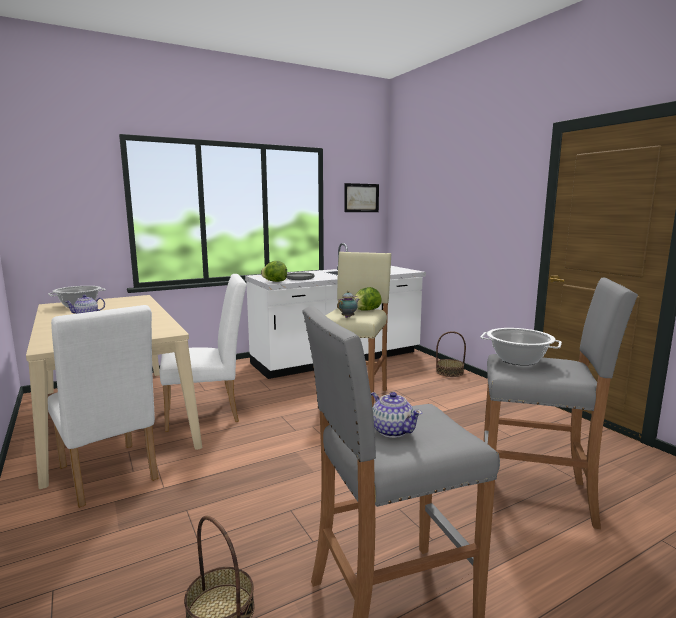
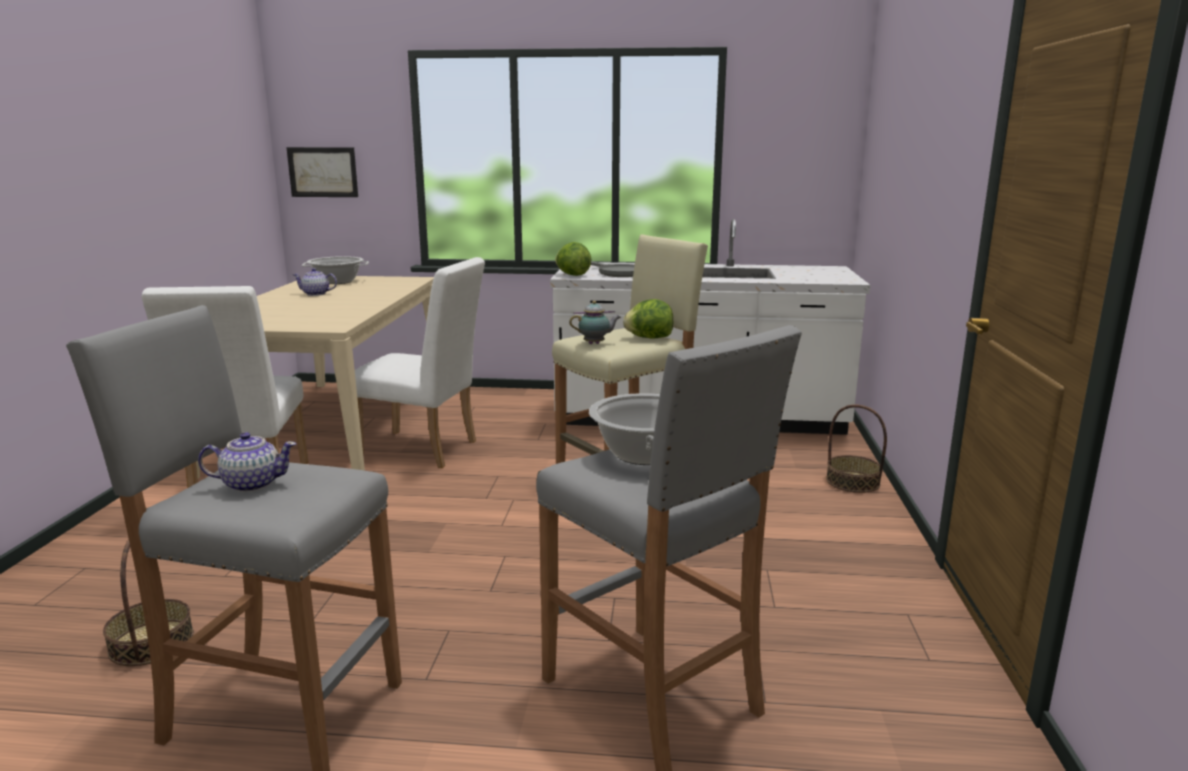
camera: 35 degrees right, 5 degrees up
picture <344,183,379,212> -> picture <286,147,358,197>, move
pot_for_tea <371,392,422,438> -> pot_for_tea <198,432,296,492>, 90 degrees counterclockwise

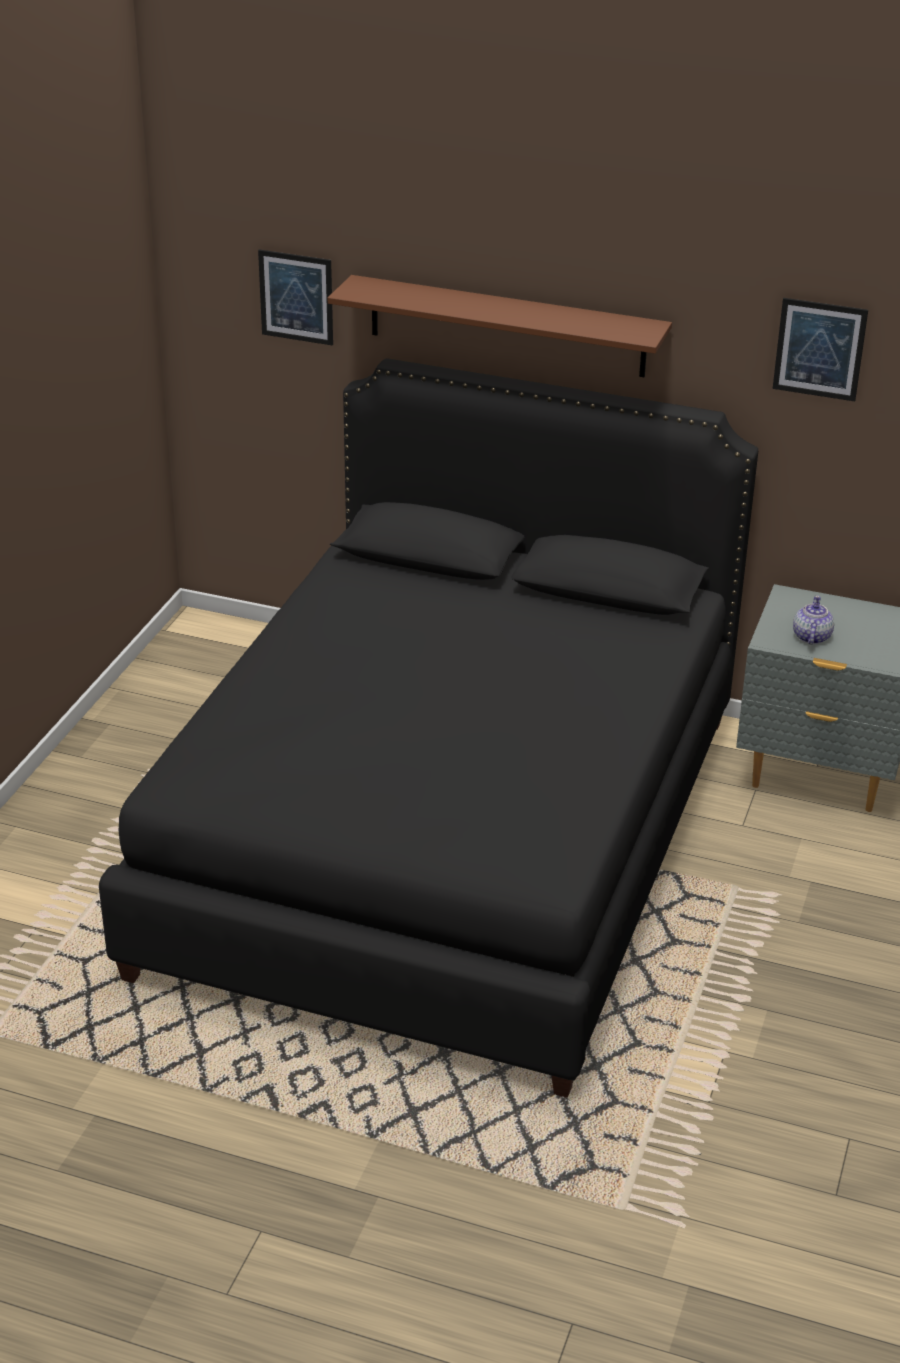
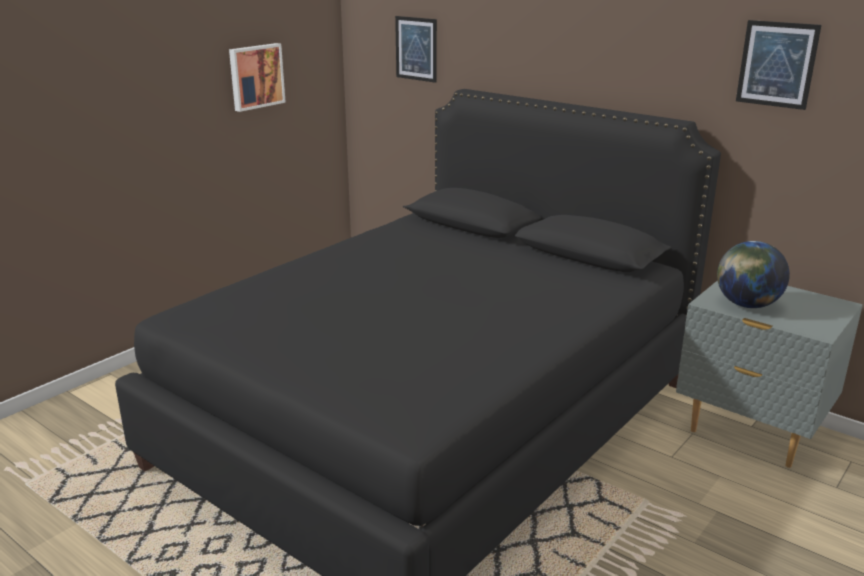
camera: 20 degrees right, 10 degrees down
brown_shelf <328,275,672,377> -> none
none -> picture <229,43,286,112>
pot_for_tea <793,595,834,645> -> desk_globe <717,241,790,308>

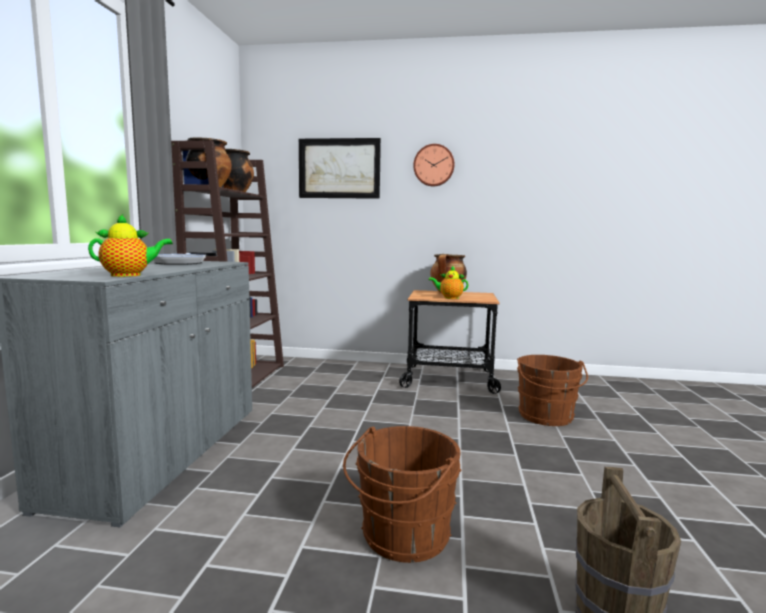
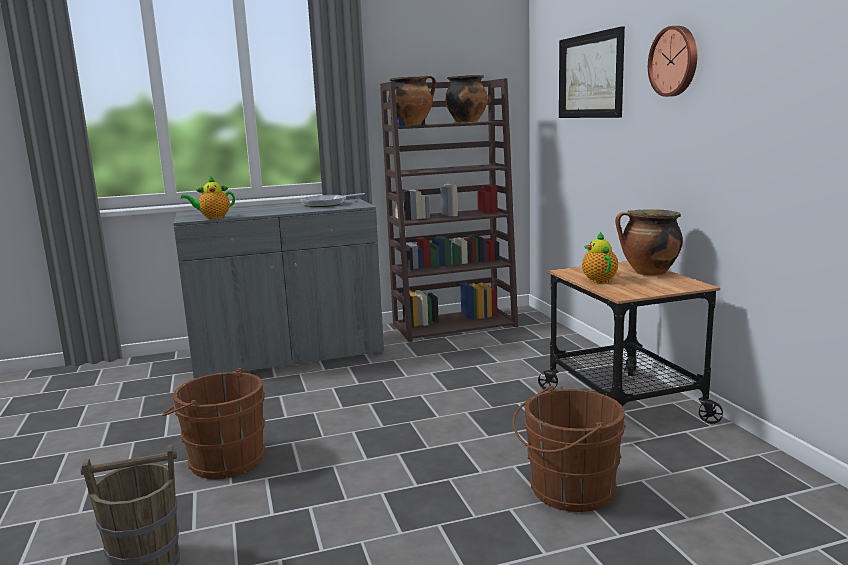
camera: 65 degrees right, 5 degrees up
pot_for_tea <88,213,173,277> -> pot_for_tea <181,176,235,219>, 120 degrees clockwise

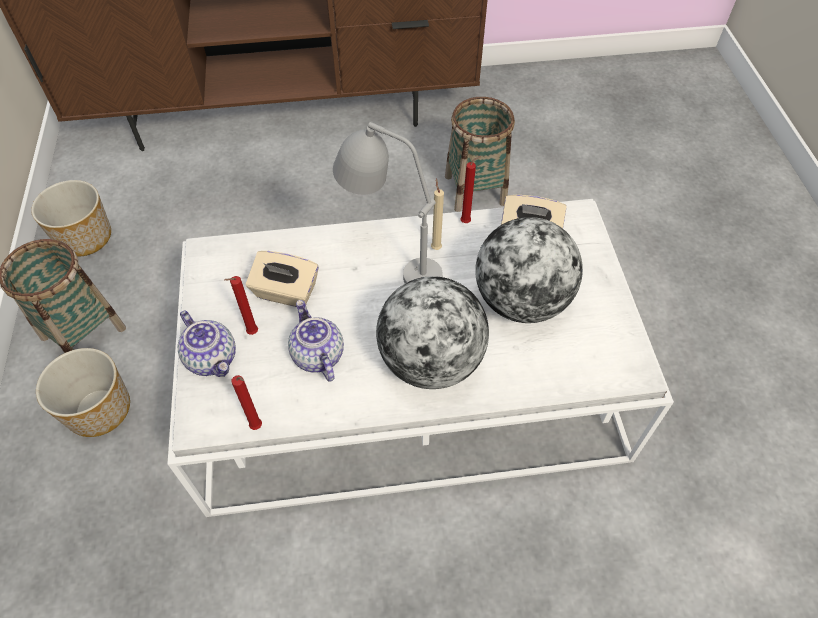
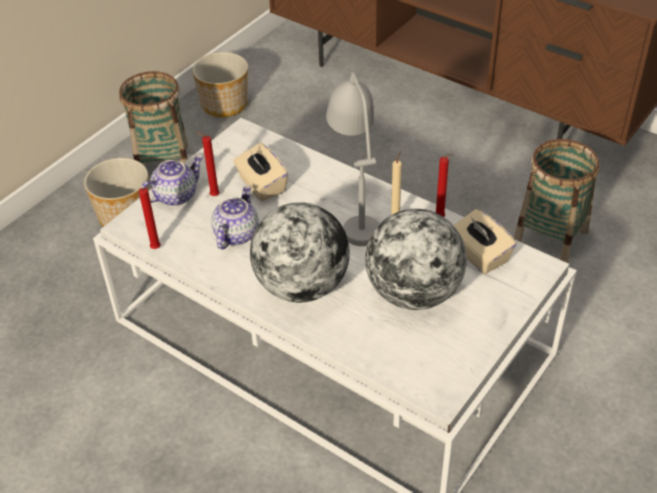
camera: 45 degrees right, 10 degrees down
pot_for_tea <178,310,236,377> -> pot_for_tea <141,155,203,206>, 135 degrees counterclockwise

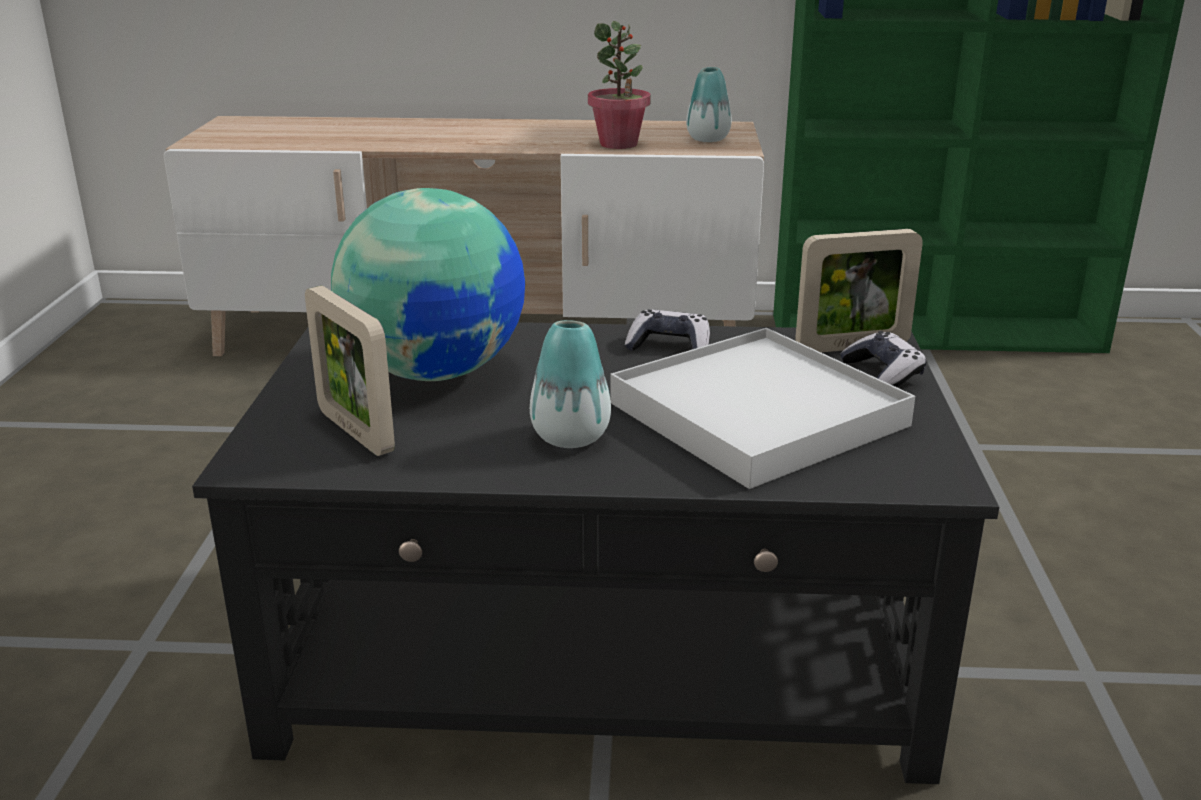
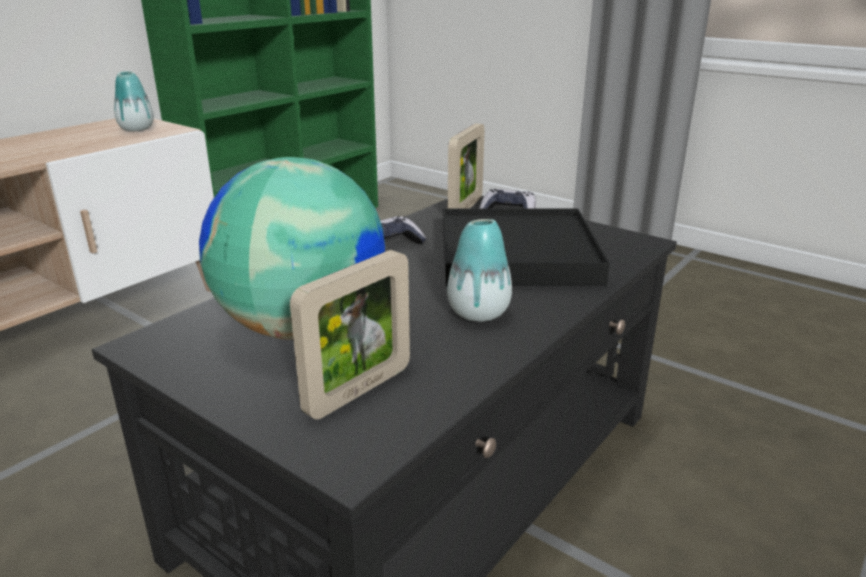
camera: 55 degrees left, 0 degrees up
houseplant <588,21,651,149> -> none
whitish_serving_tray <610,328,915,489> -> black-coloured_serving_tray <443,208,610,286>
picture_frame <305,286,395,456> -> picture_frame <290,250,410,419>, 45 degrees counterclockwise

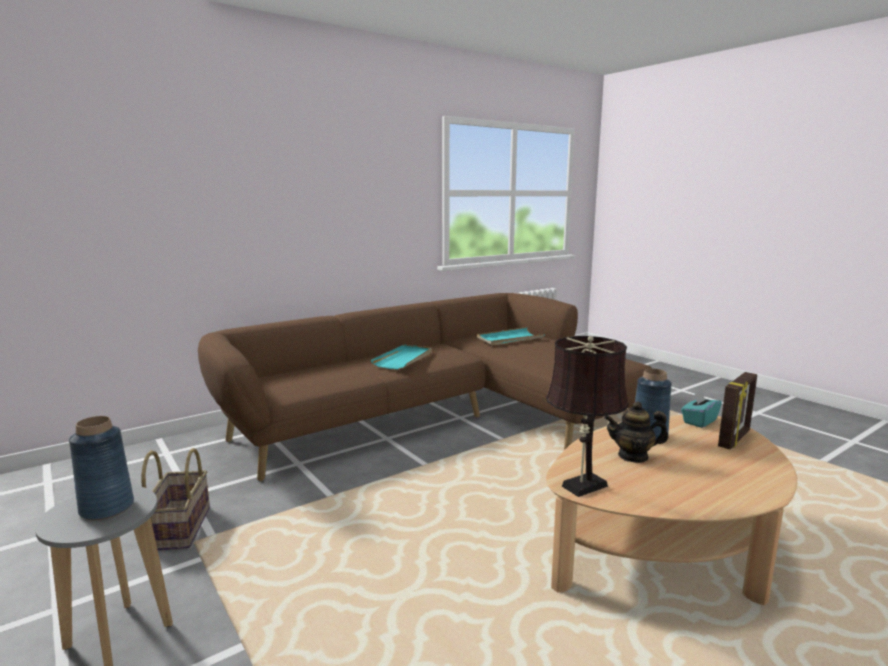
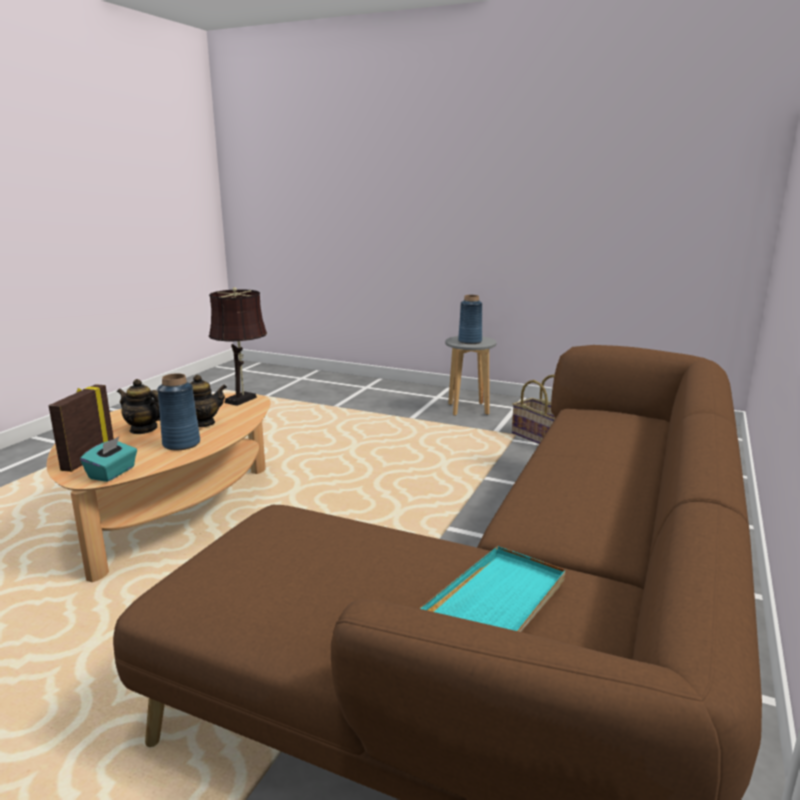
camera: 150 degrees right, 5 degrees up
turquoise_serving_tray <371,345,432,369> -> none
none -> pot_for_tea <117,379,160,434>

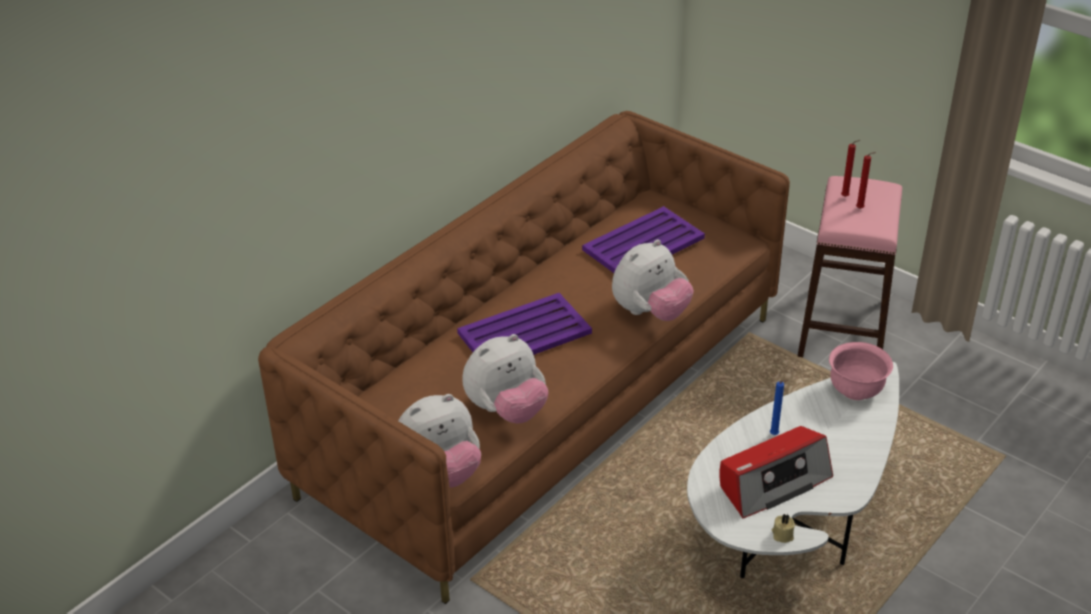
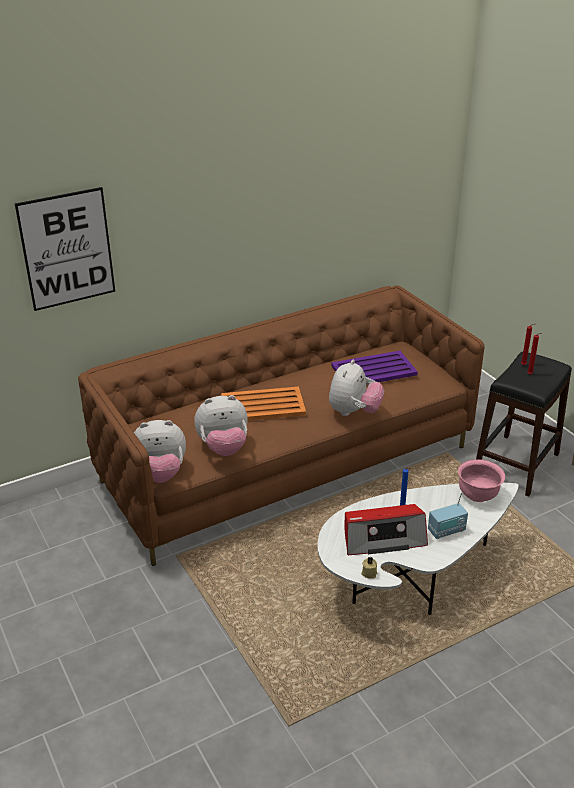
camera: 20 degrees right, 5 degrees down
none -> picture <15,187,115,311>
none -> radio <428,492,468,539>
purplish_serving_tray <457,293,592,355> -> orangey_serving_tray <221,386,306,421>
pink_sitting_stool <797,176,902,358> -> black-coloured_sitting_stool <476,352,572,497>
soft_toy <612,239,694,321> -> soft_toy <329,360,384,416>, 45 degrees counterclockwise

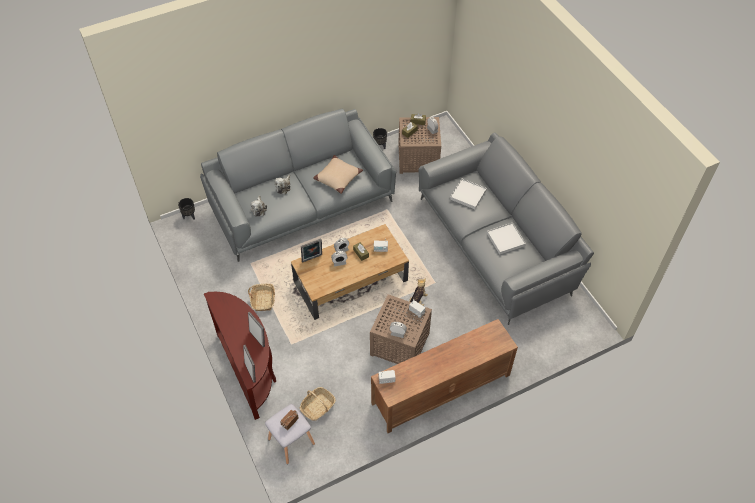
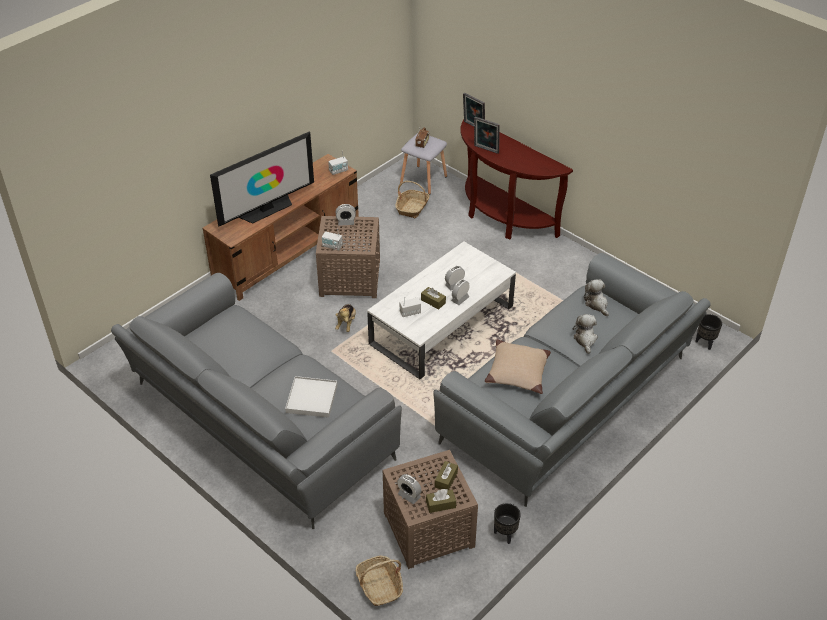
camera: 160 degrees right, 10 degrees down
picture_frame <301,239,322,263> -> none
whitish_serving_tray <487,223,526,255> -> none
none -> TV <210,131,314,226>
storage_basket <248,284,275,311> -> storage_basket <356,555,403,606>, move
brown_coffee_table <291,224,409,320> -> whitish_coffee_table <367,241,516,379>

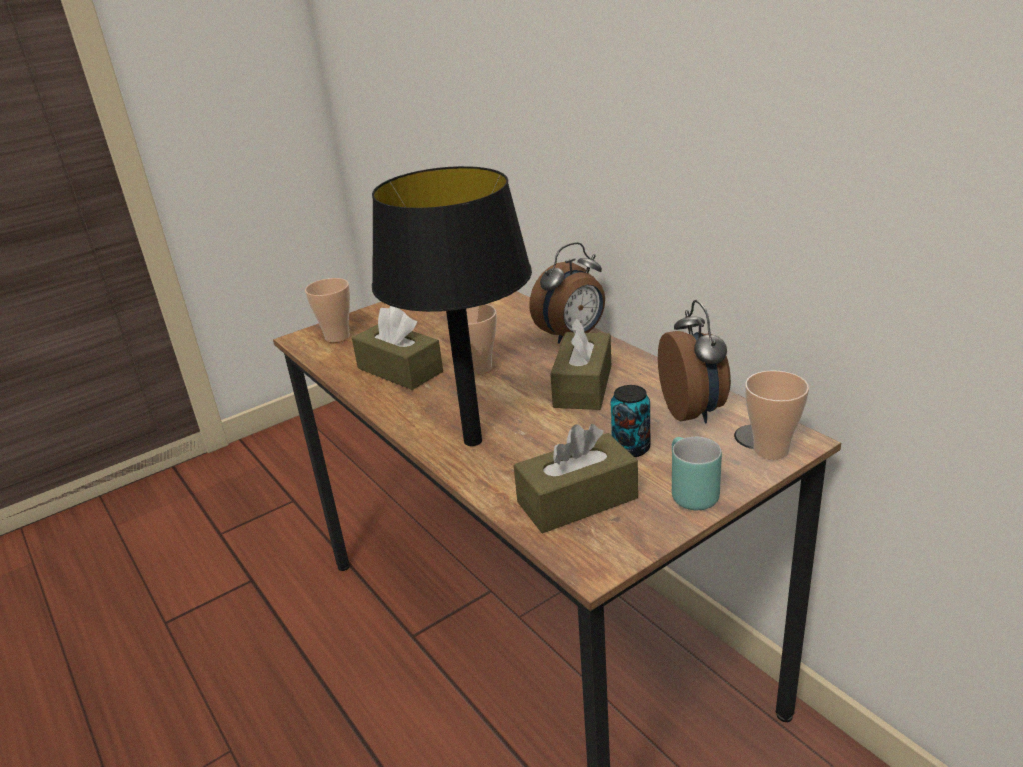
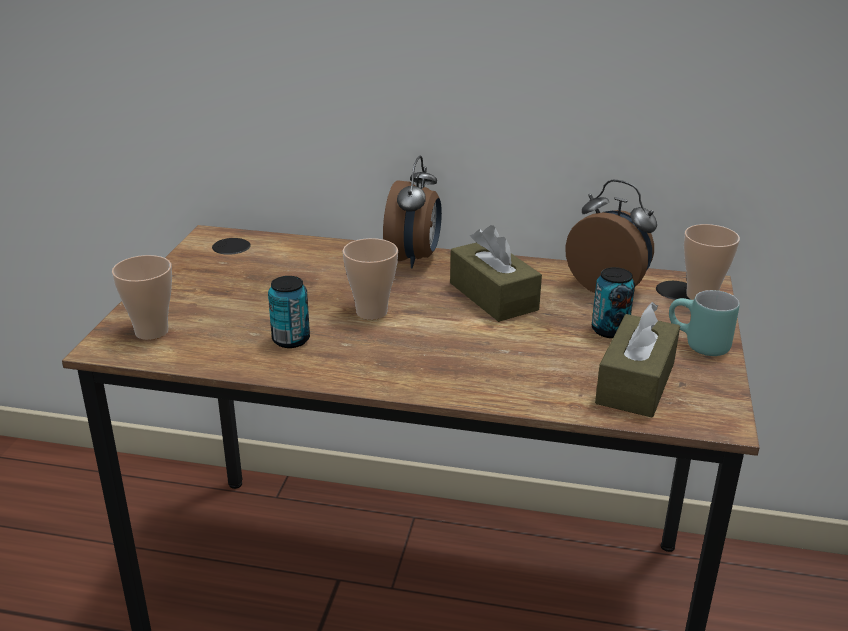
camera: 45 degrees left, 0 degrees up
black-coloured_table_lamp <372,166,532,446> -> none
brown_tissue_box <352,306,443,390> -> metal_can <268,276,310,348>

